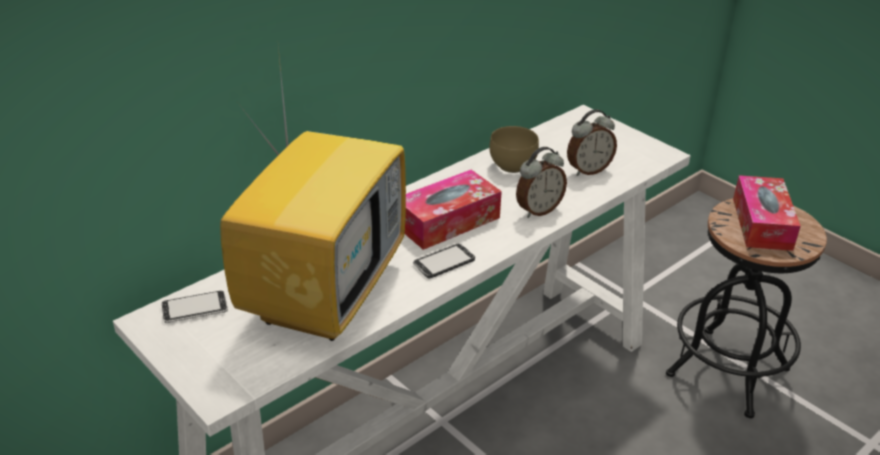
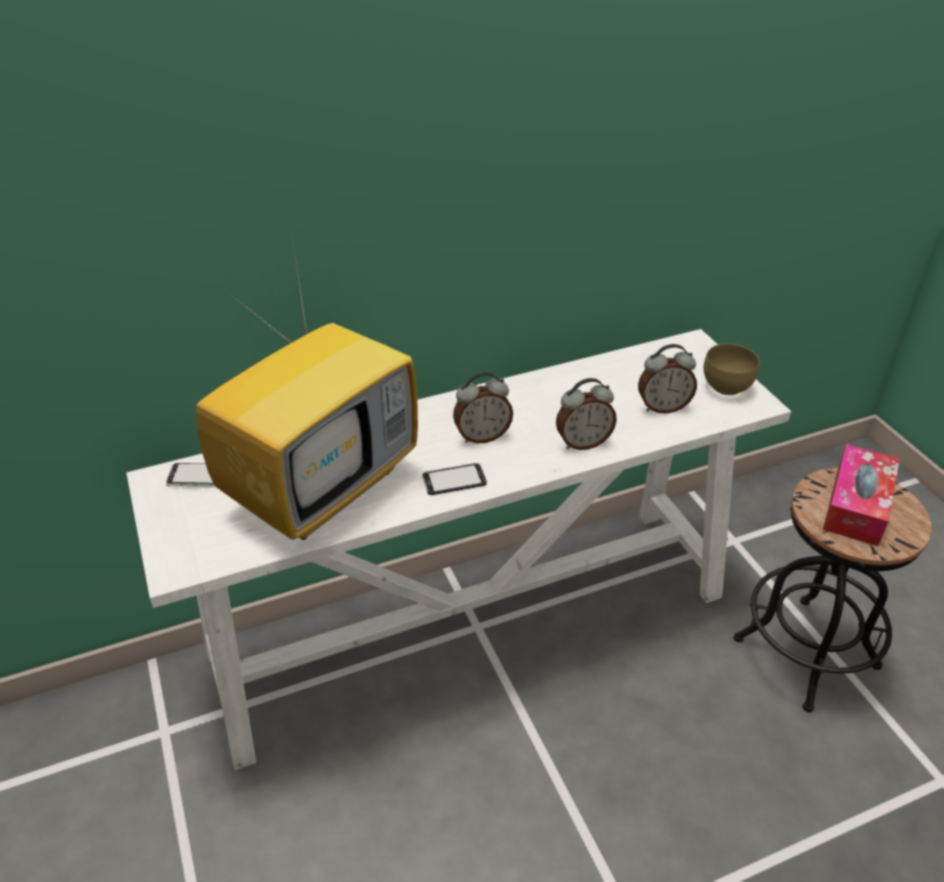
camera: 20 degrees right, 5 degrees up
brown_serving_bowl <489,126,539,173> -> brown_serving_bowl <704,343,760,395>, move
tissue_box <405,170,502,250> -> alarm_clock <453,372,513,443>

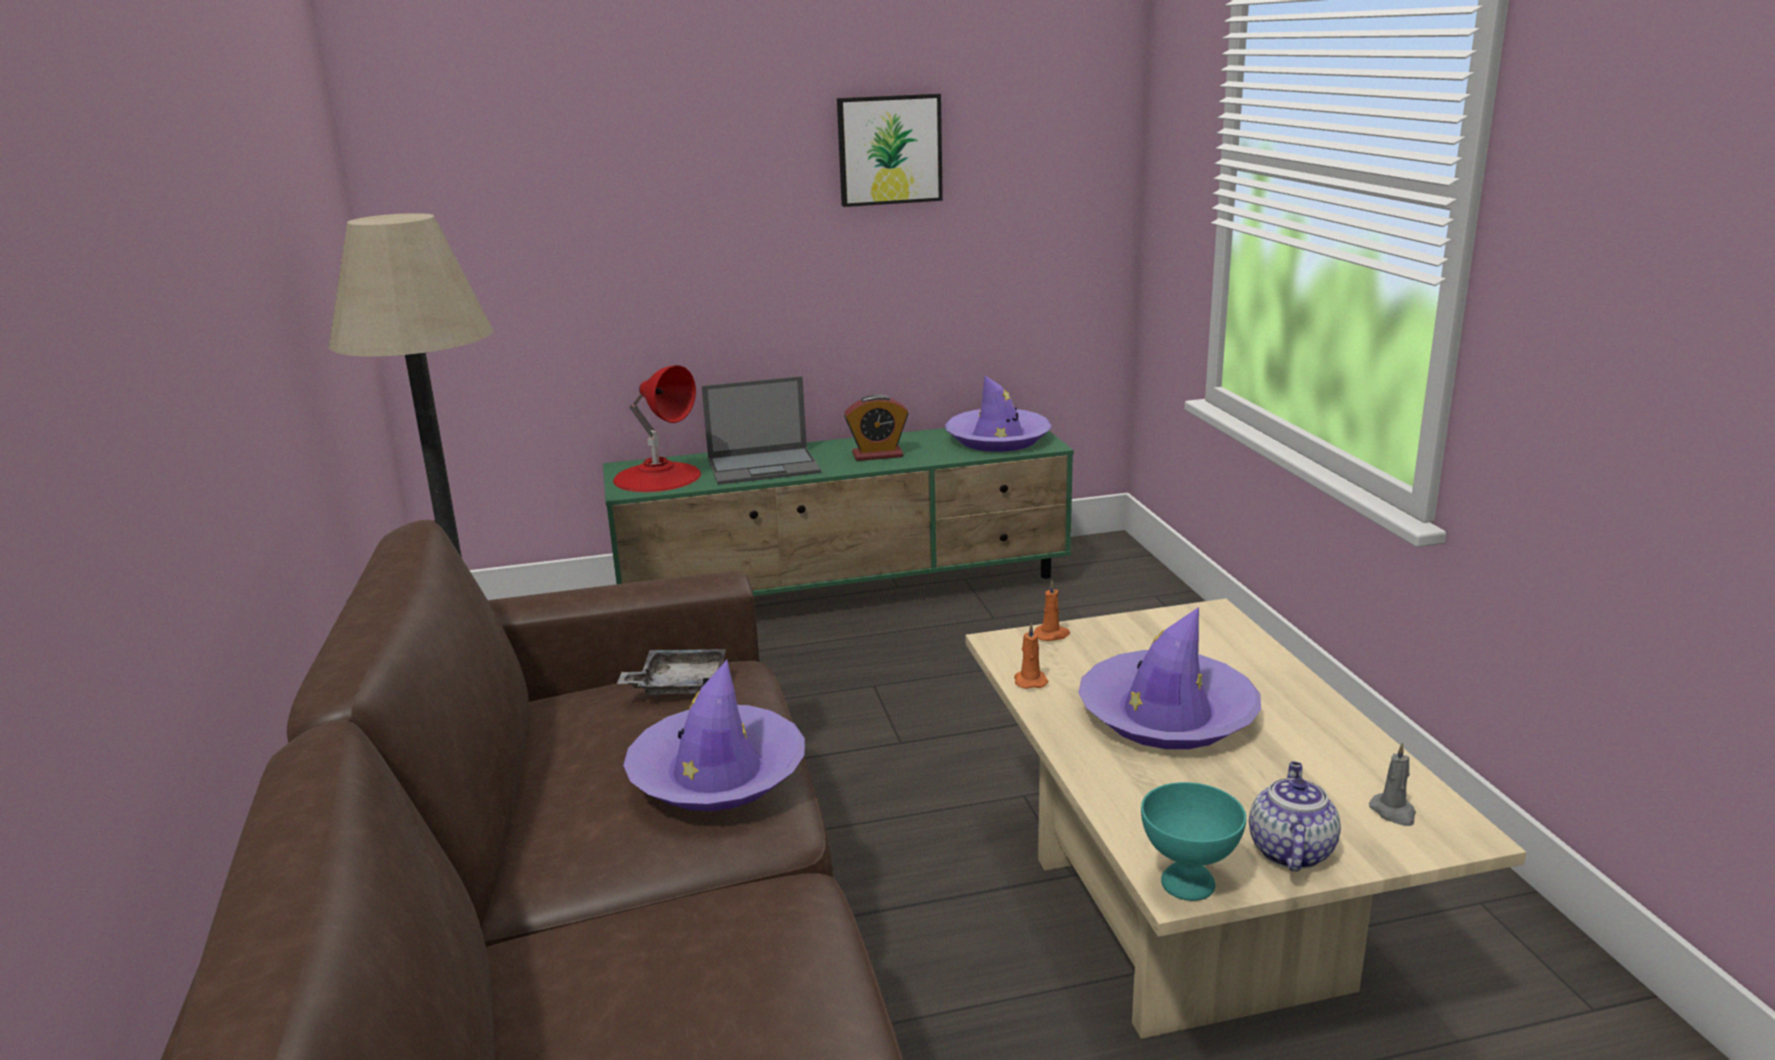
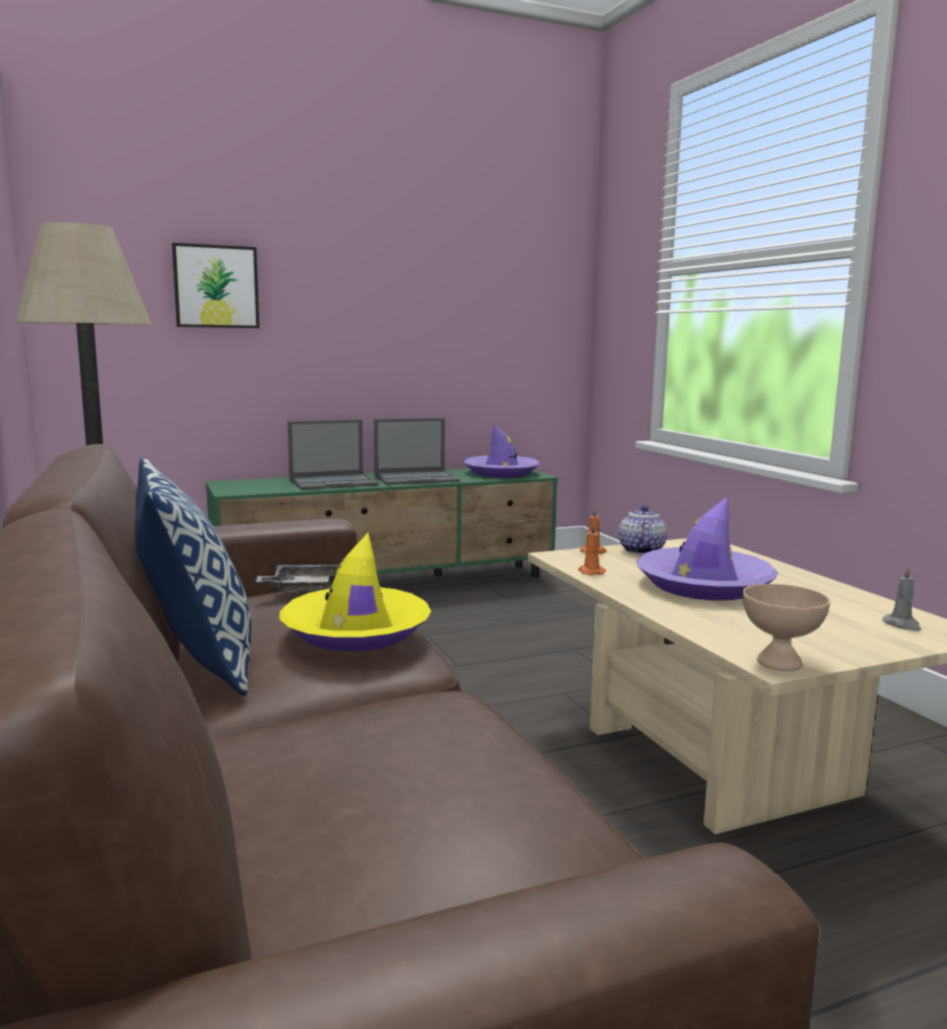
camera: 10 degrees left, 10 degrees down
red-coloured_table_lamp <613,365,701,492> -> none
none -> pillow <135,458,251,696>
picture <837,94,943,207> -> picture <172,243,259,328>, move
pot_for_tea <1249,761,1341,871> -> pot_for_tea <618,505,667,554>, move
alarm_clock <844,394,908,461> -> laptop <374,418,460,485>
purplish_wearable_hat <623,660,805,811> -> yellow_wearable_hat <279,533,431,651>
turquoise_serving_bowl <1141,782,1246,901> -> sand-coloured_serving_bowl <743,584,830,671>

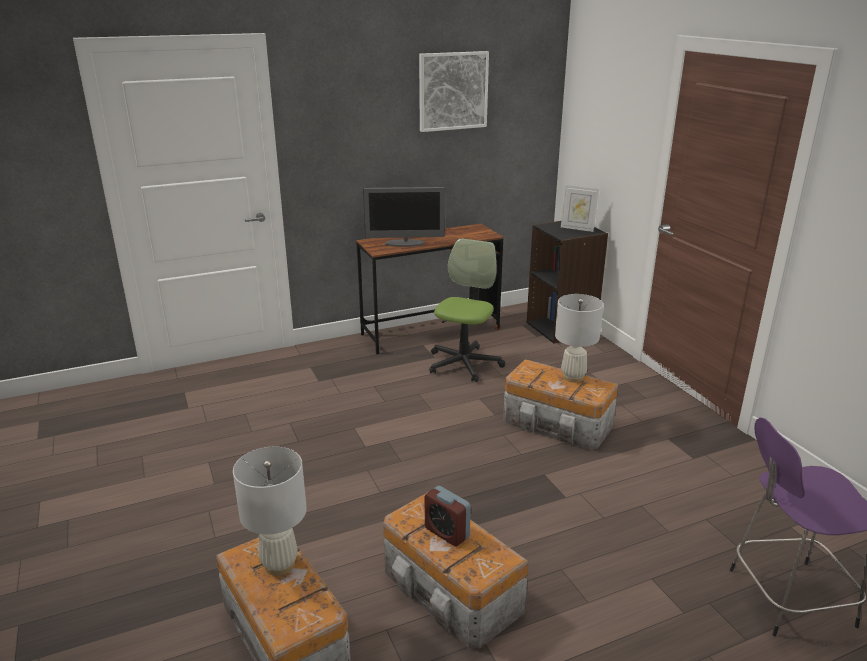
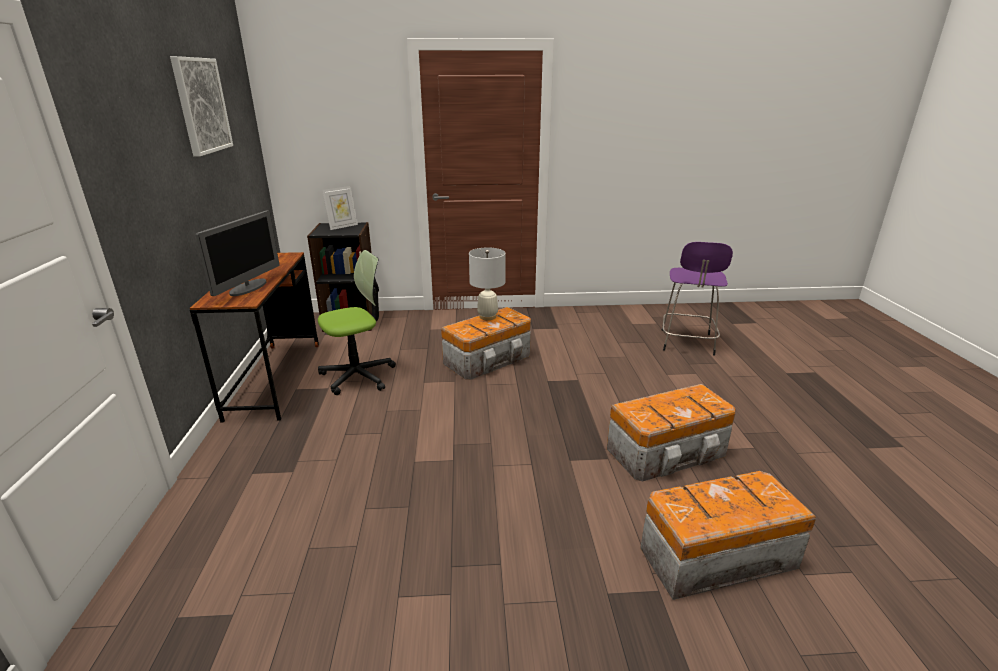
camera: 70 degrees left, 0 degrees up
whitish_table_lamp <233,447,307,576> -> none
alarm_clock <425,486,471,547> -> none
computer_chair <429,238,505,382> -> computer_chair <318,250,396,395>, 105 degrees clockwise

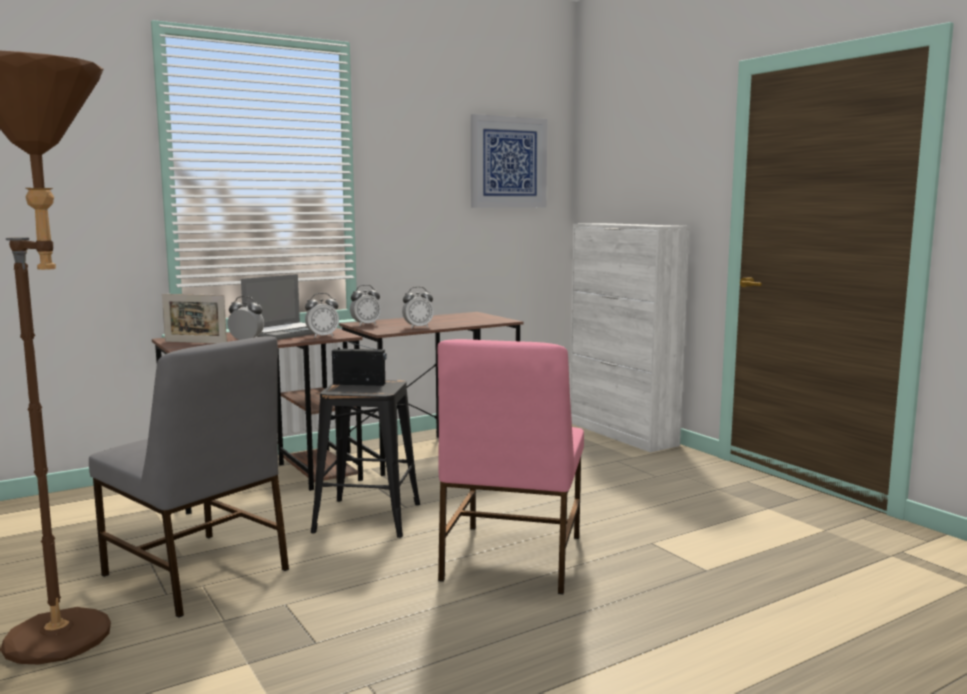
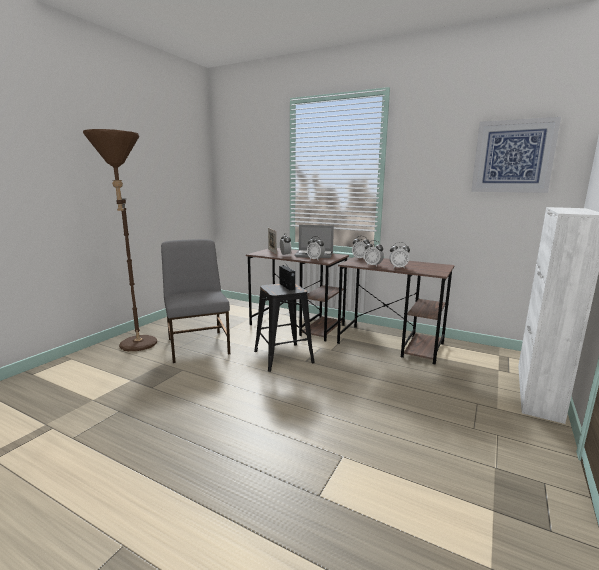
camera: 60 degrees right, 5 degrees up
pink_chair <438,339,584,594> -> none
none -> alarm_clock <389,242,410,269>
grey_chair <89,336,289,618> -> grey_chair <161,239,230,363>, 150 degrees clockwise

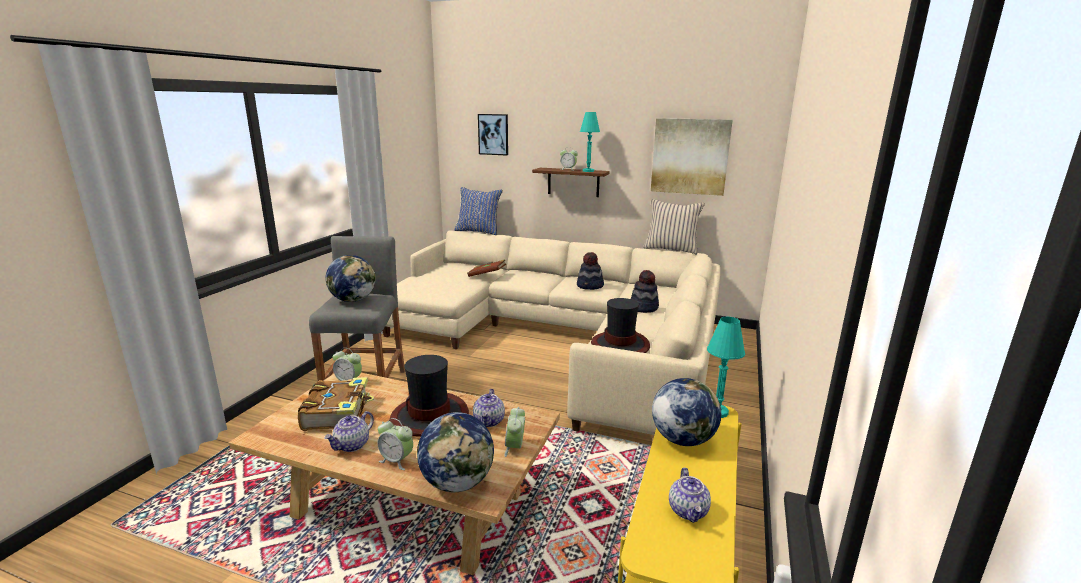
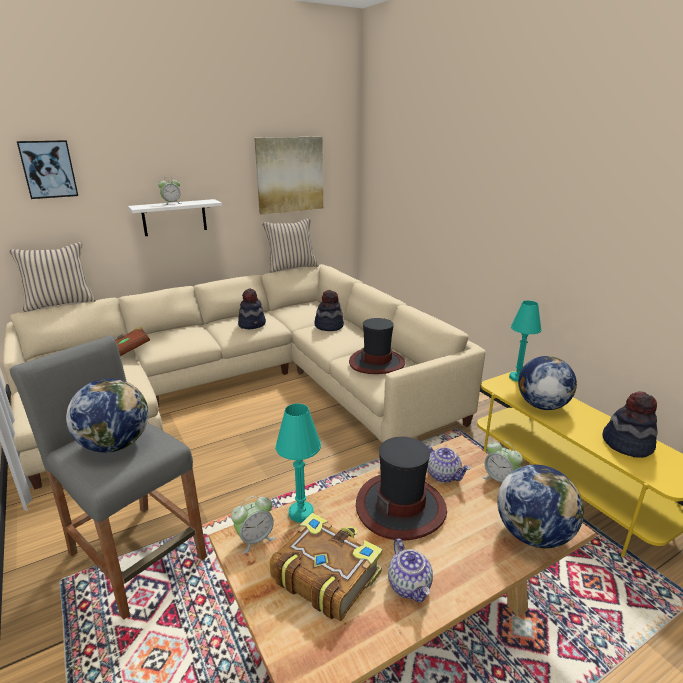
camera: 50 degrees left, 5 degrees up
alarm_clock <378,418,413,470> -> none
turquoise_table_lamp <580,112,600,172> -> turquoise_table_lamp <275,404,321,522>, move
pot_for_tea <669,467,711,523> -> wearable_hat <603,391,657,458>
bluish_pillow <454,187,503,235> -> sand-coloured_pillow <9,242,96,312>
brown_shelf <532,168,610,197> -> whitish_shelf <128,199,222,236>

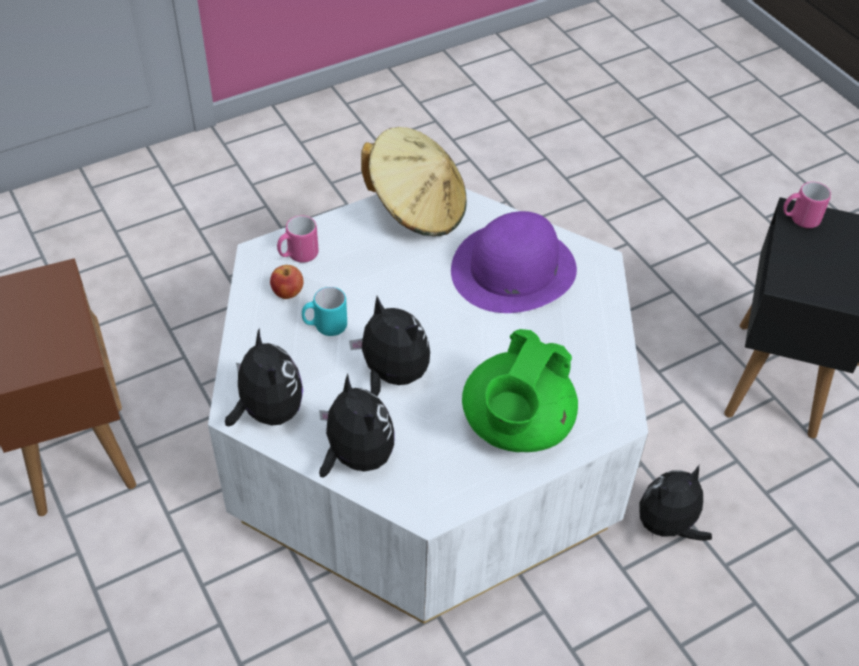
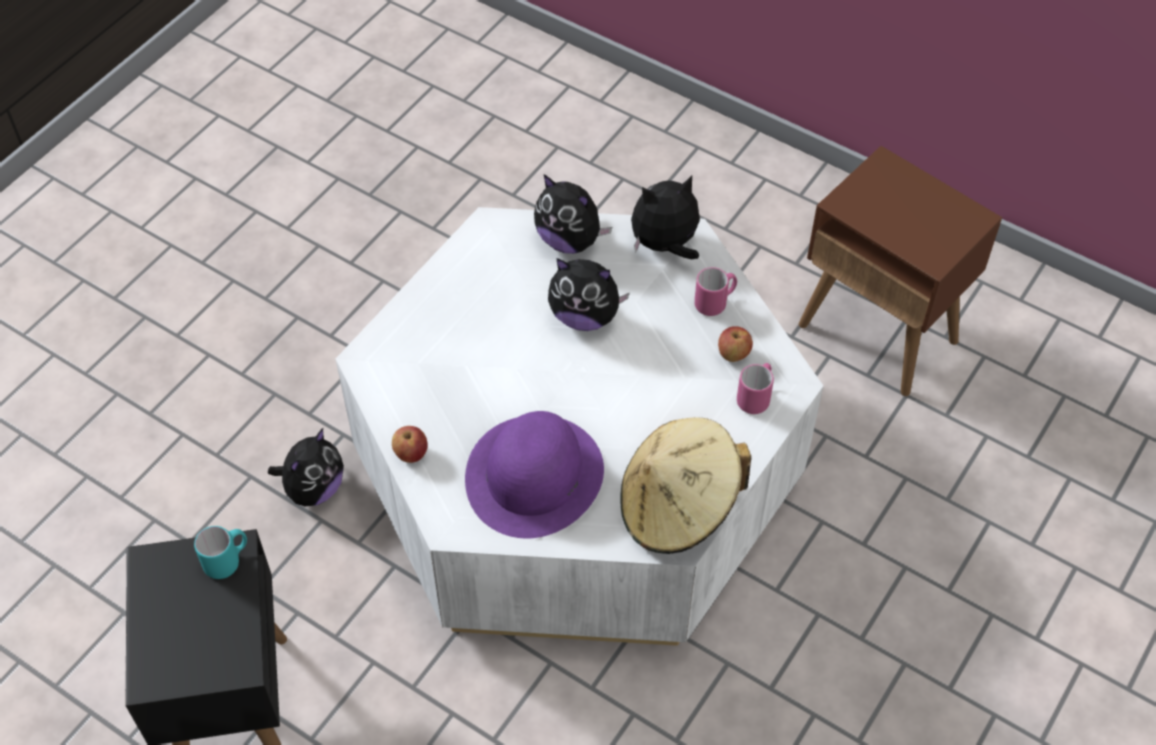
camera: 155 degrees right, 5 degrees up
green_pot_for_tea <462,329,578,452> -> none
none -> apple_fruit <392,426,428,463>
turquoise_coffee_mug <302,287,347,336> -> turquoise_coffee_mug <194,526,247,579>, move
pink_coffee_mug <783,182,831,228> -> pink_coffee_mug <694,267,737,316>, move
soft_toy <225,328,303,427> -> soft_toy <631,175,700,259>, 120 degrees clockwise

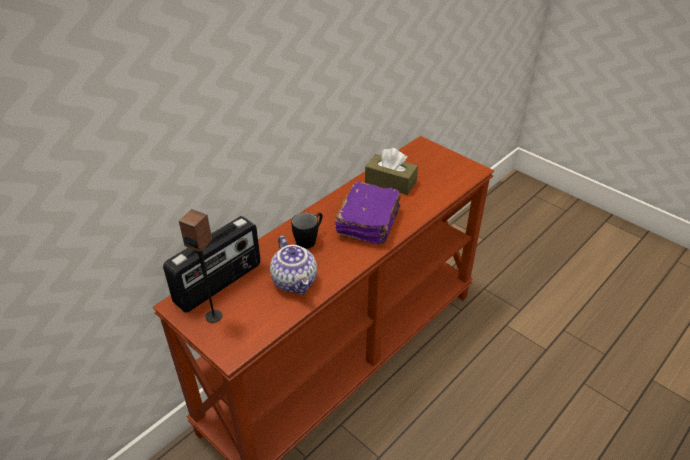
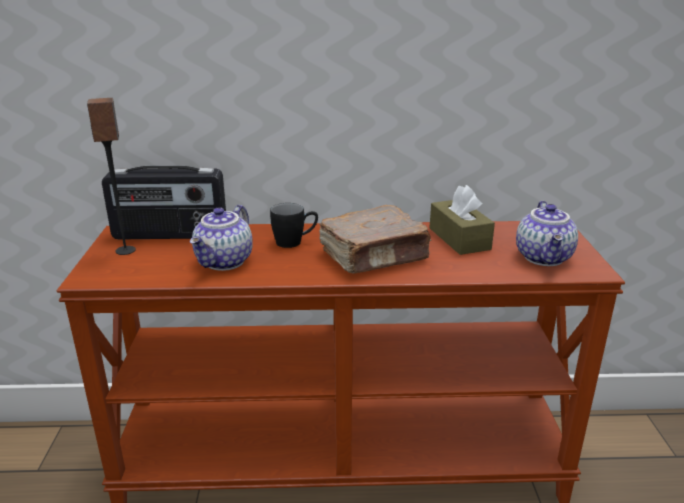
camera: 45 degrees right, 15 degrees down
none -> pot_for_tea <516,201,578,266>
purplish_volume <335,182,401,244> -> brown_volume <319,205,431,274>

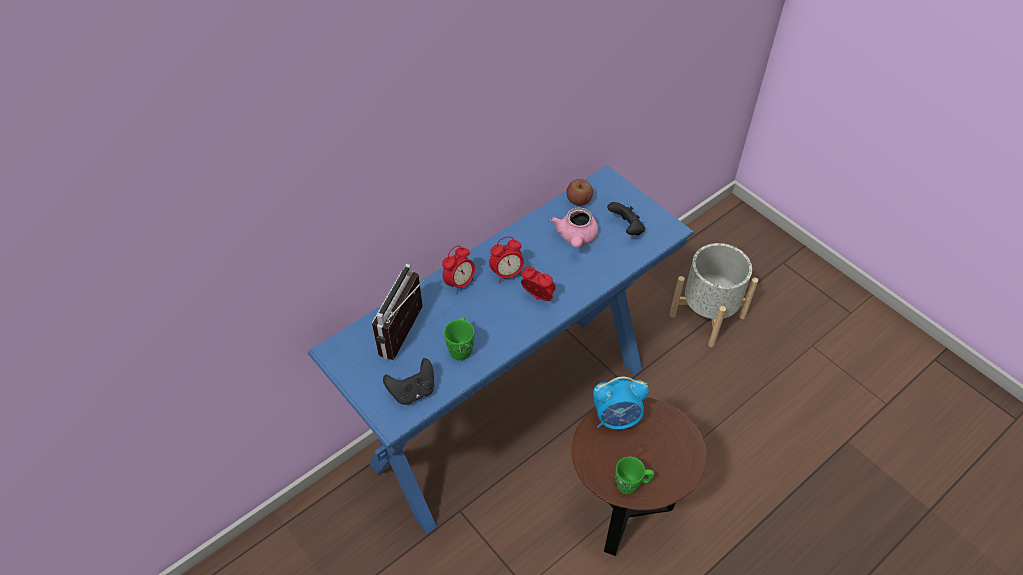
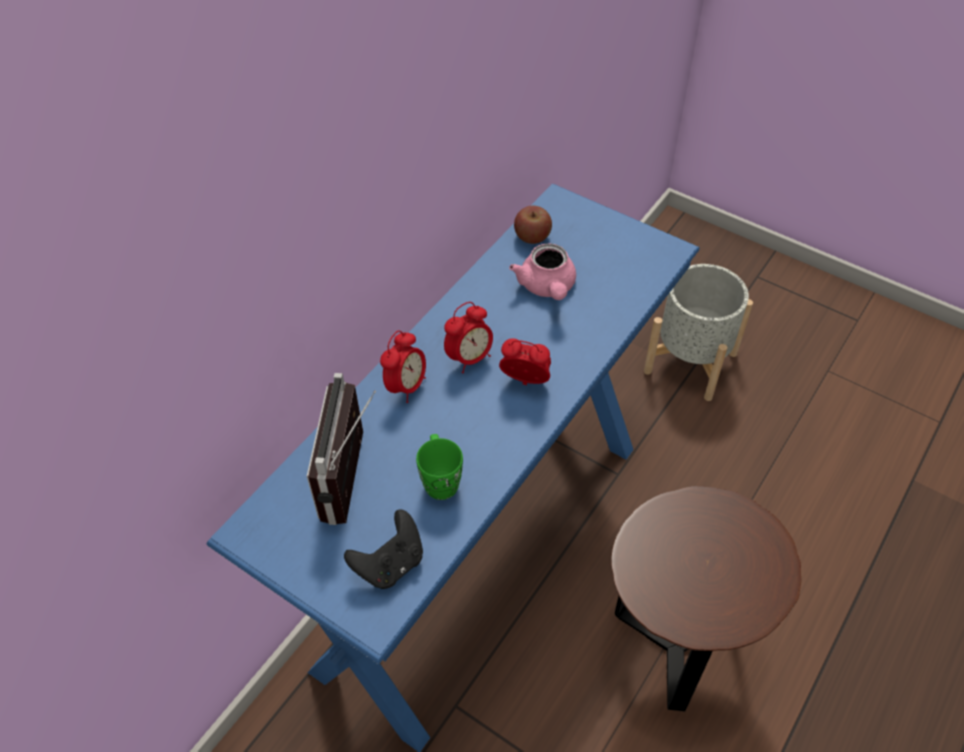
camera: 15 degrees left, 0 degrees up
alarm_clock <593,377,649,430> -> none
black-coloured_gamepad <607,202,645,235> -> none
green_coffee_mug <615,457,654,494> -> none

